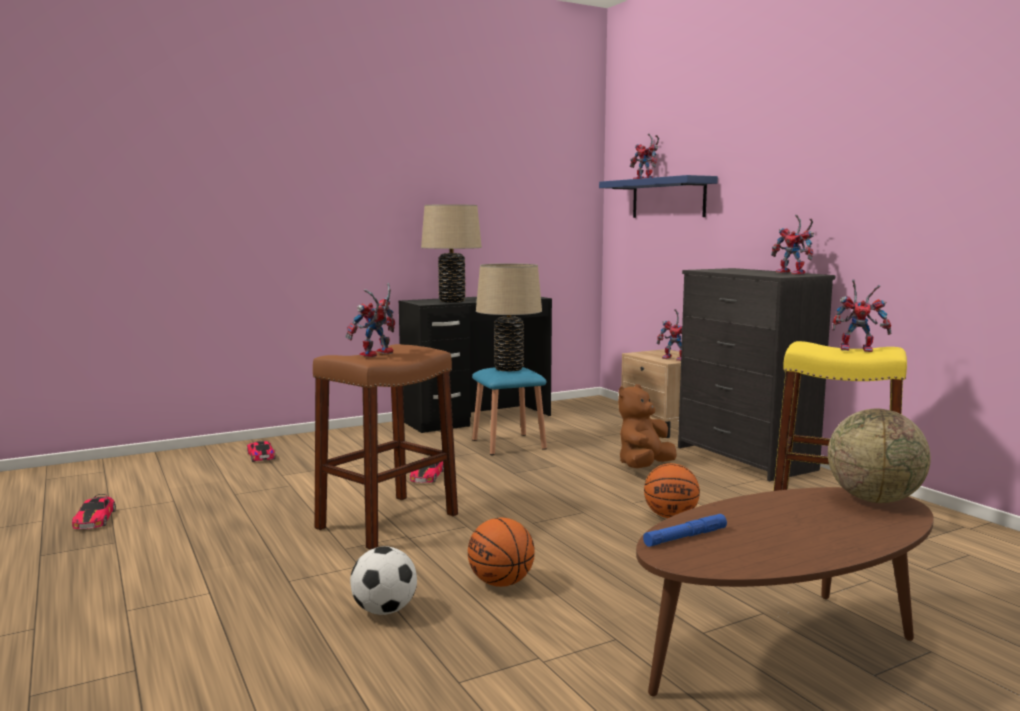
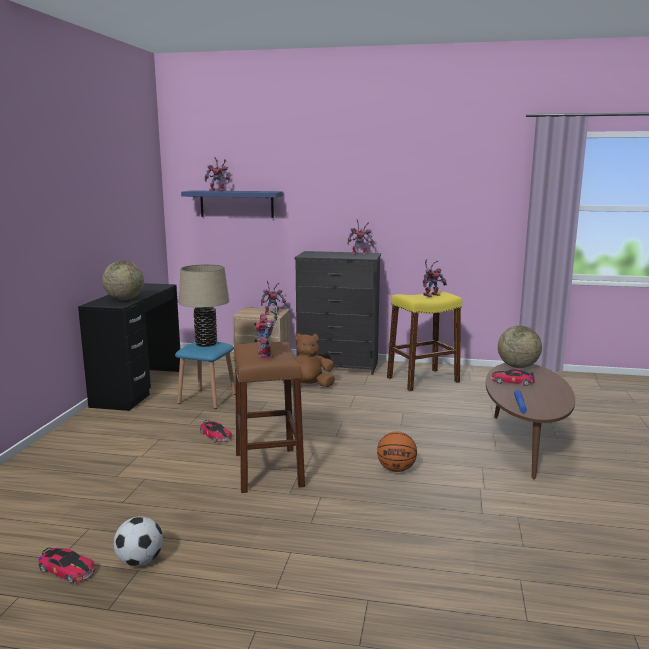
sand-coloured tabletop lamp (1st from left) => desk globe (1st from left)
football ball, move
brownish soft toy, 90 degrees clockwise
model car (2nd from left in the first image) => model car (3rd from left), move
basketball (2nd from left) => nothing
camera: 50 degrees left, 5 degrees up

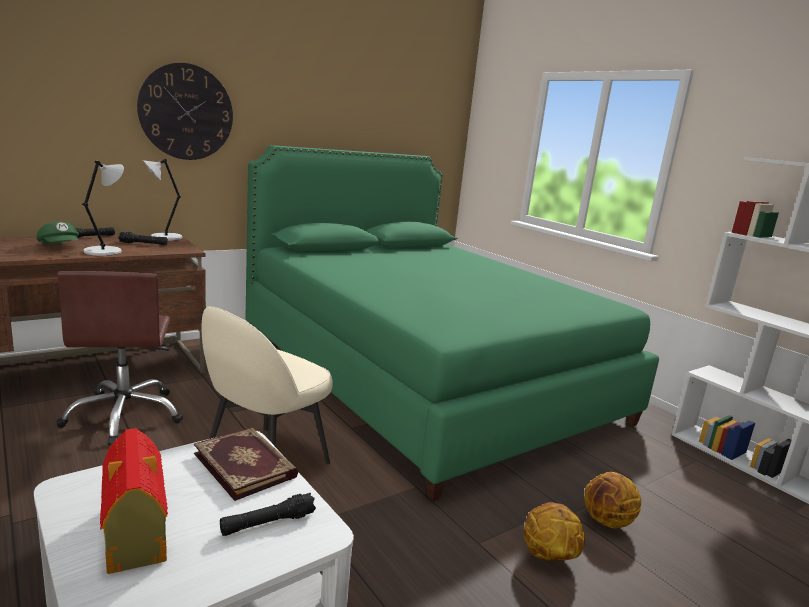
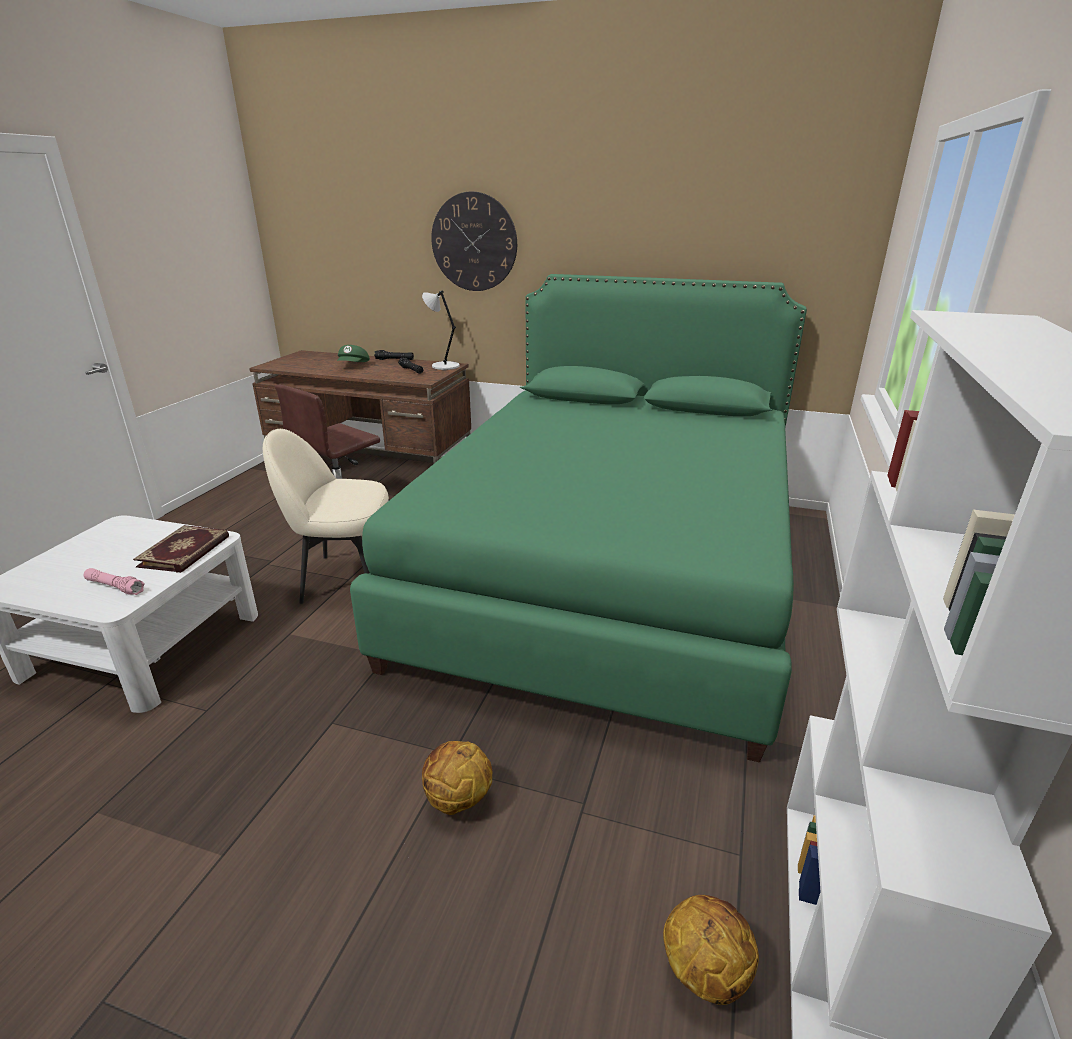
black-coloured torch (3rd from left) => pink torch
basketball (1st from left in the first image) => basketball (2nd from left), move
greyish tabletop lamp (1st from left) => nothing
toy house => nothing
camera: 55 degrees right, 10 degrees up

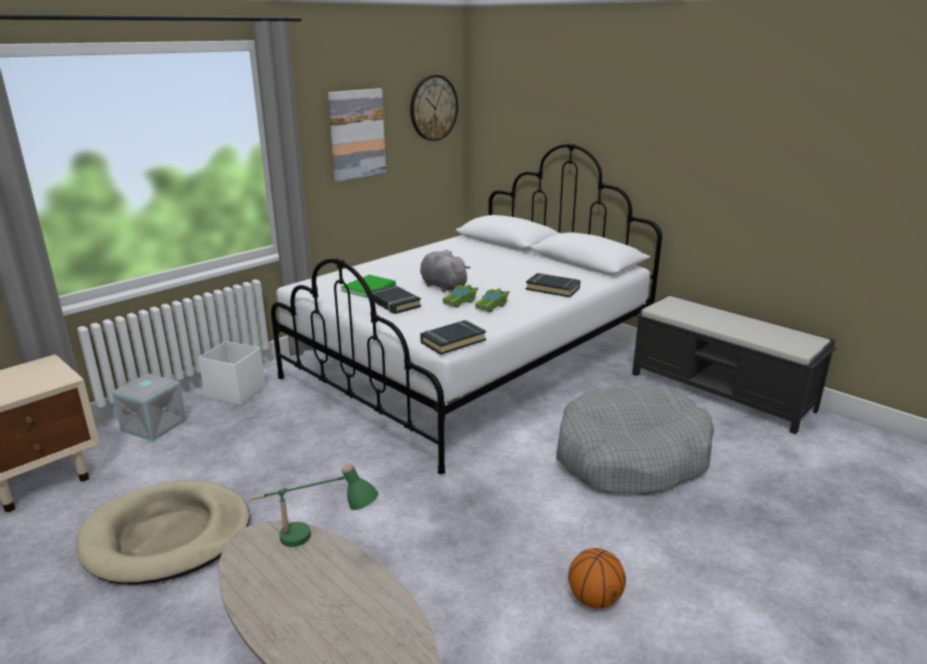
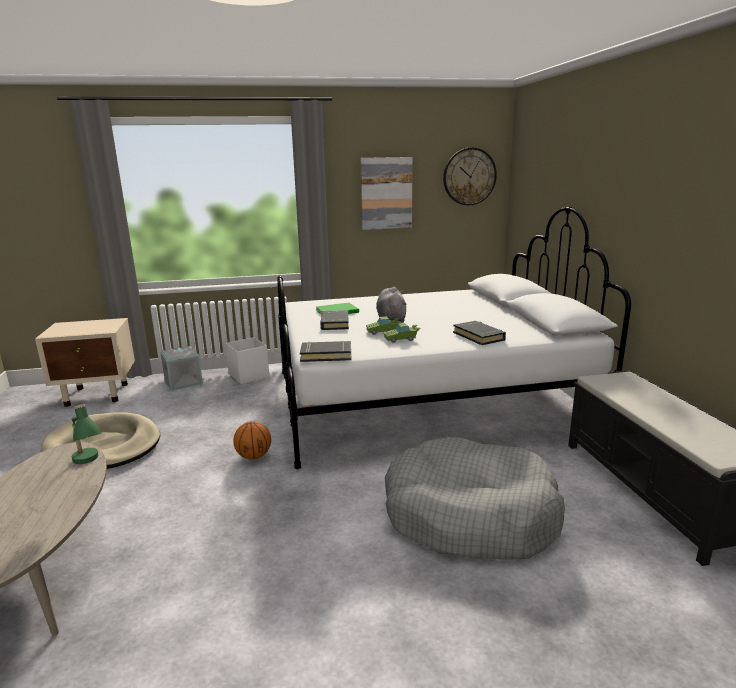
basketball, move
camera: 35 degrees right, 5 degrees down

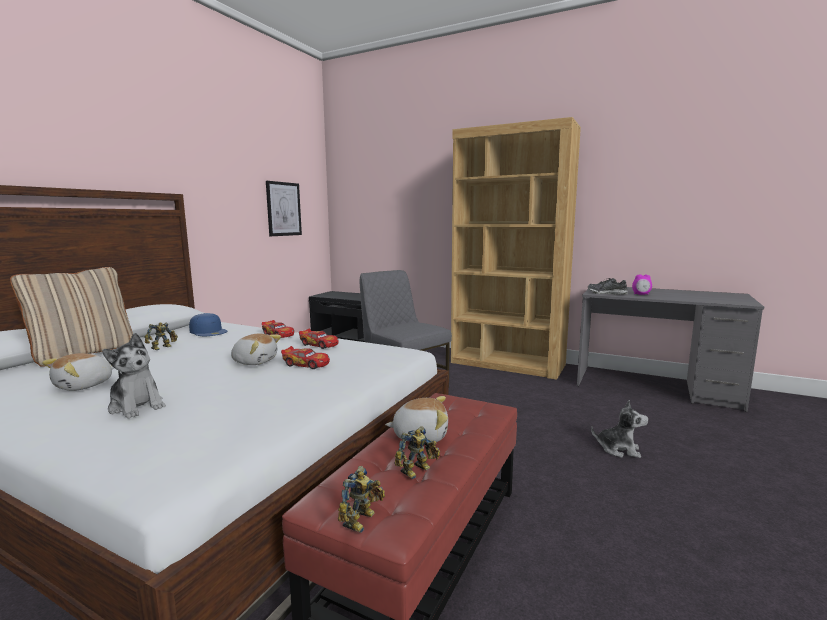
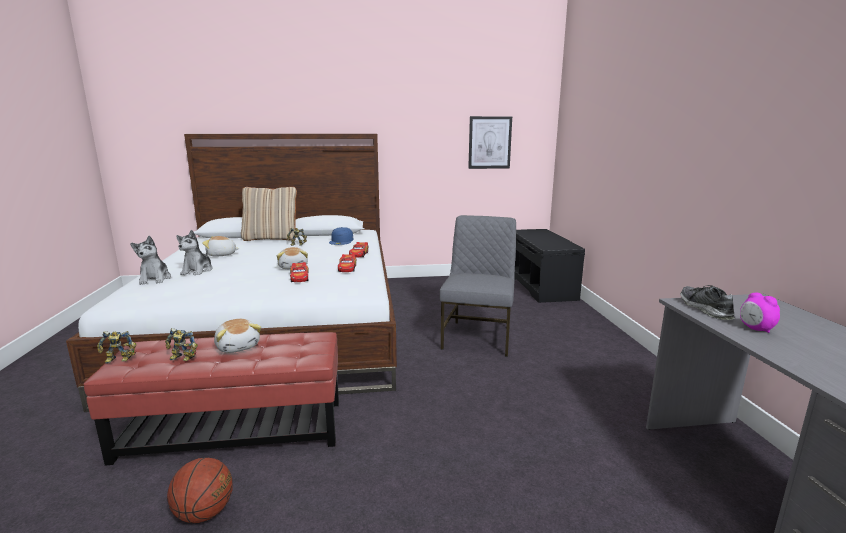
soft toy (5th from left in the first image) => soft toy (1st from left), move
nothing => basketball
brownish bookshelf => nothing
camera: 55 degrees right, 5 degrees up

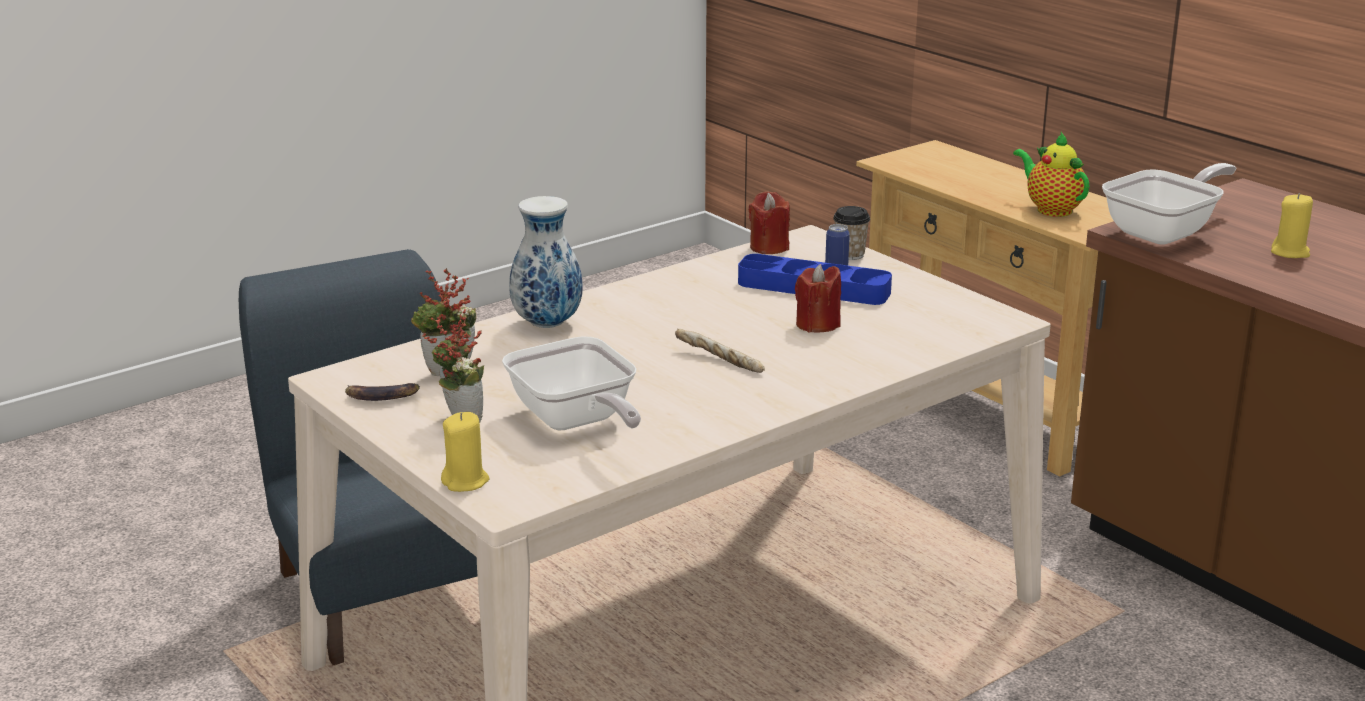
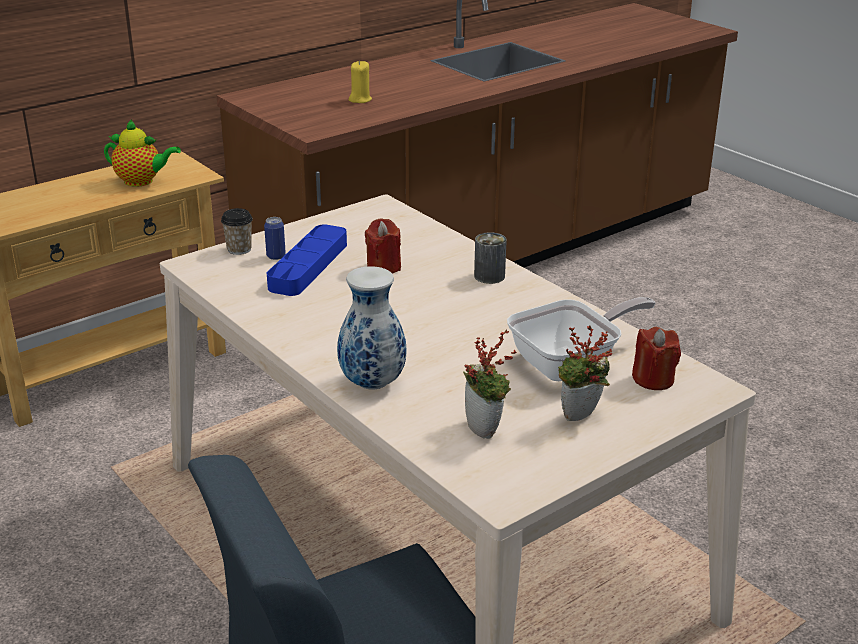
teapot, 135 degrees counterclockwise
nothing => metal can (2nd from left)
red-coloured candle (1st from left in the first image) => red-coloured candle (2nd from left), move
banana fruit => nothing
yellow candle (1st from left) => nothing
bread => nothing
frying pan (2nd from left) => nothing
camera: 90 degrees left, 5 degrees up

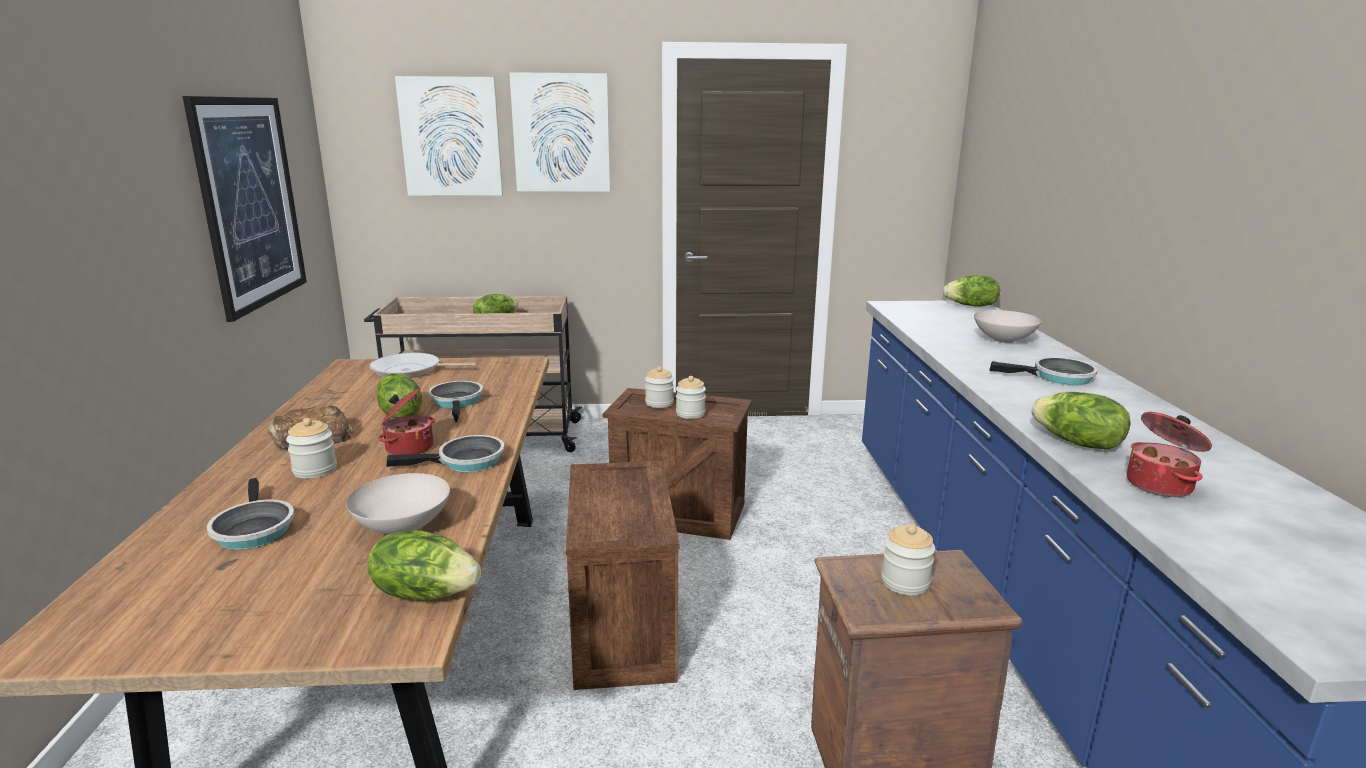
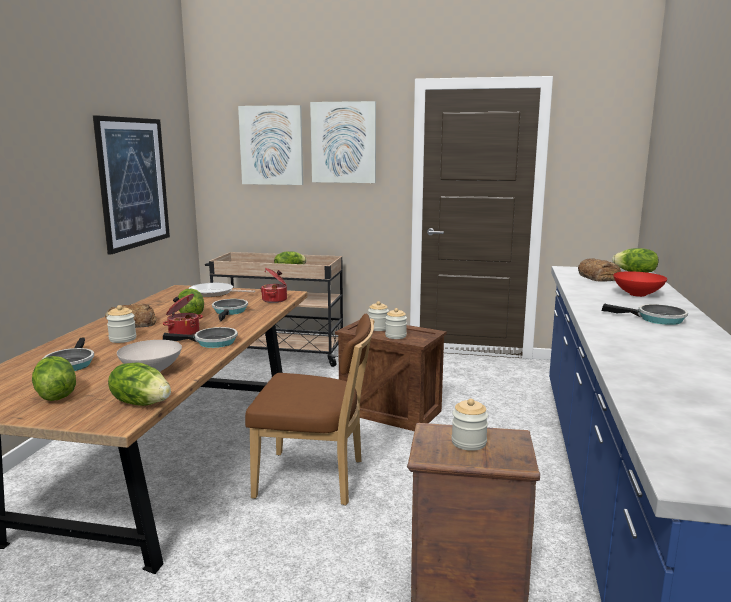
head of lettuce (5th from left in the first image) => head of lettuce (1st from left), move
packing crate (1st from left) => brownish plain chair
cooking pot (2nd from left), move
nothing => bread (2nd from left)
white bowl (2nd from left) => red-coloured bowl
camera: 15 degrees right, 5 degrees down

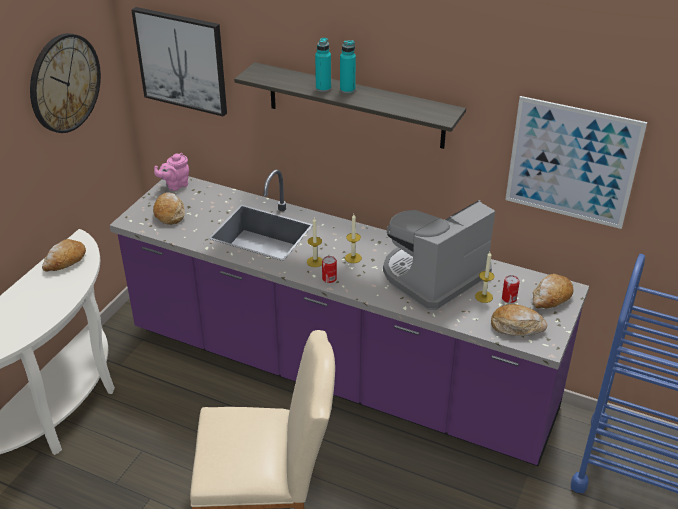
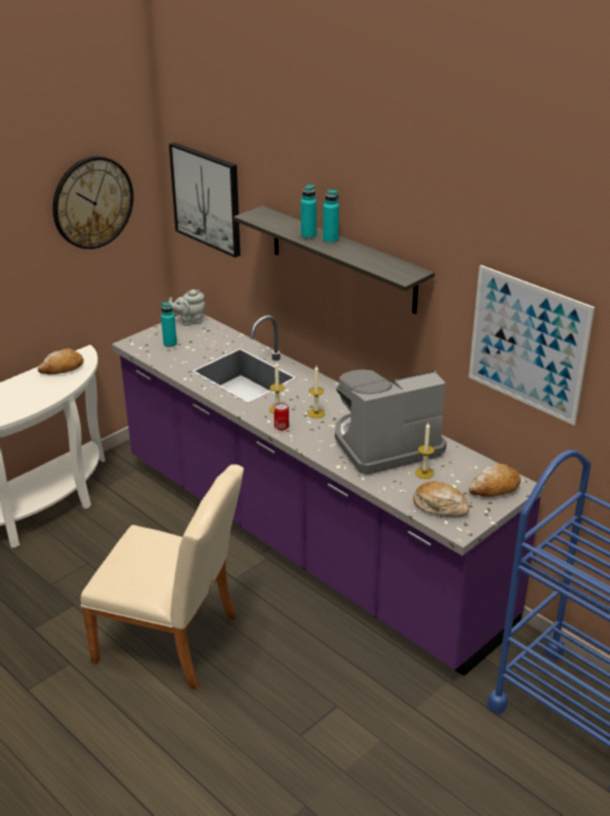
bread (2nd from left) => blue-green drink bottle (1st from left)
pink teapot => greyish teapot
metal can (2nd from left) => nothing
camera: 20 degrees right, 5 degrees down

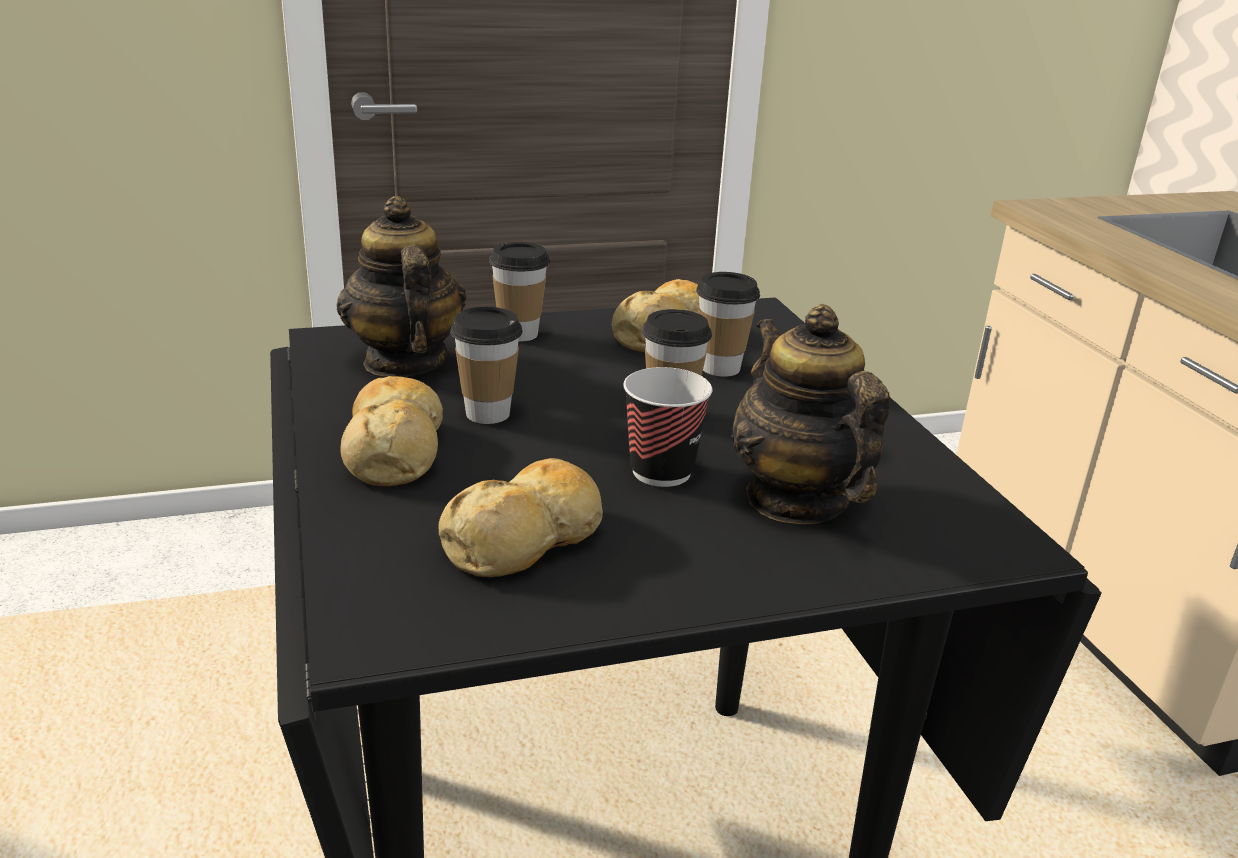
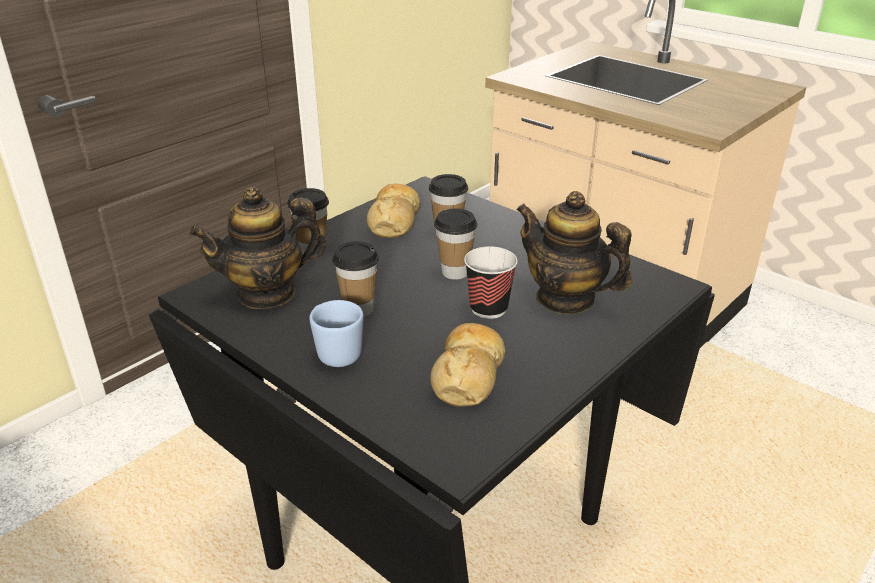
teapot (1st from left), 60 degrees counterclockwise
bread (1st from left) => bluish tea mug
camera: 30 degrees left, 5 degrees up

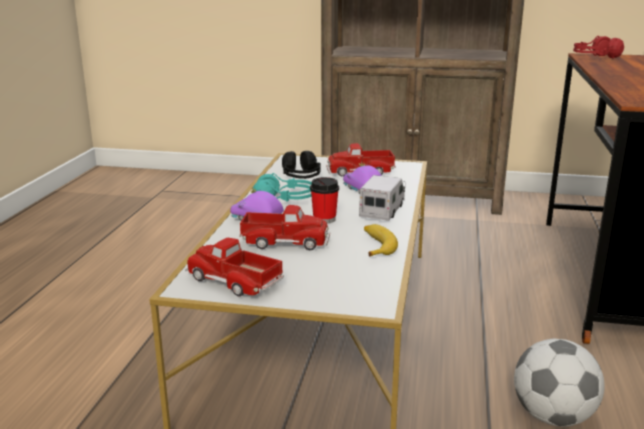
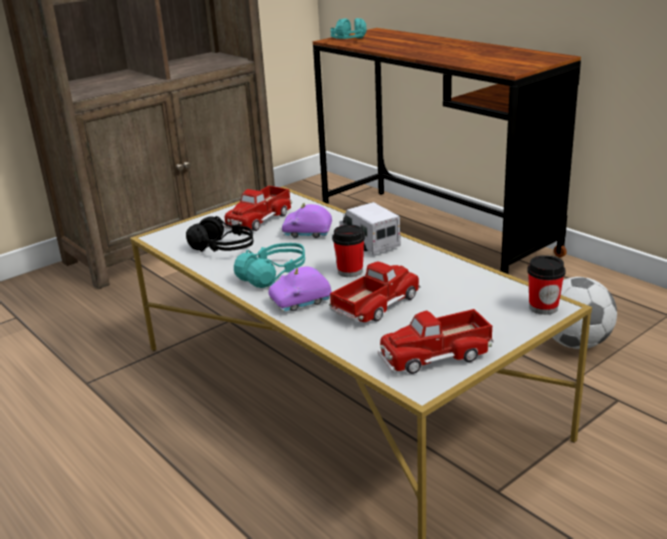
red-coloured headset => blue-green headset (2nd from left)
nothing => cup (2nd from left)
banana fruit => nothing
camera: 50 degrees left, 5 degrees up

